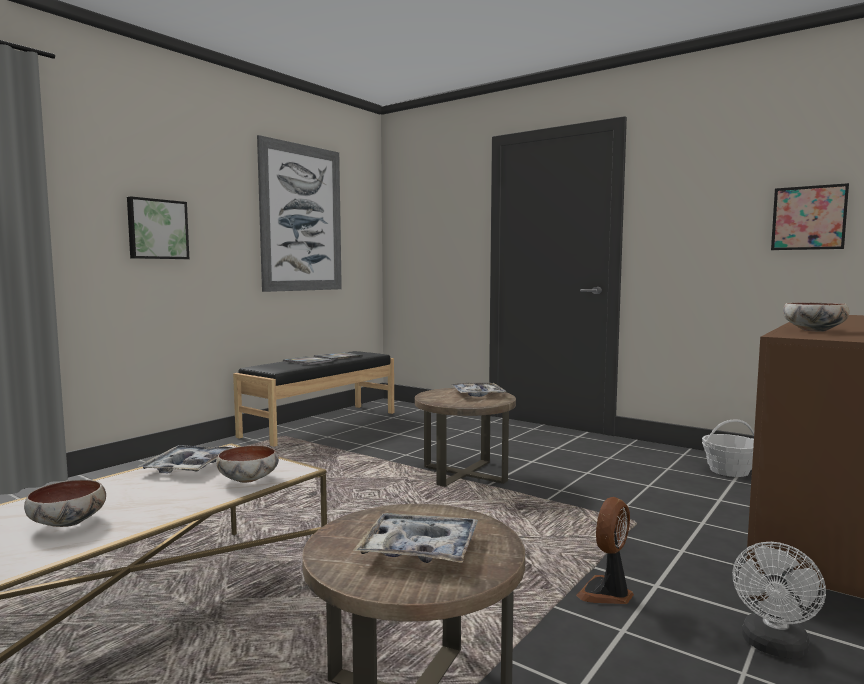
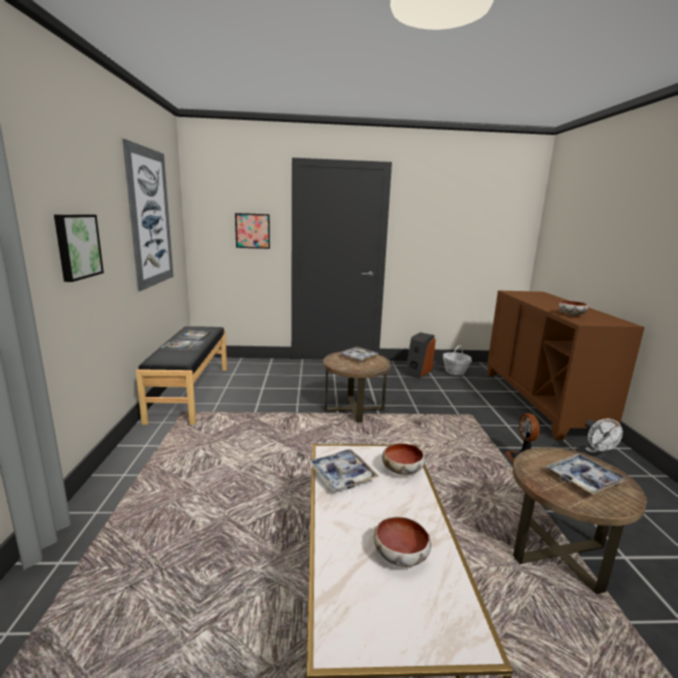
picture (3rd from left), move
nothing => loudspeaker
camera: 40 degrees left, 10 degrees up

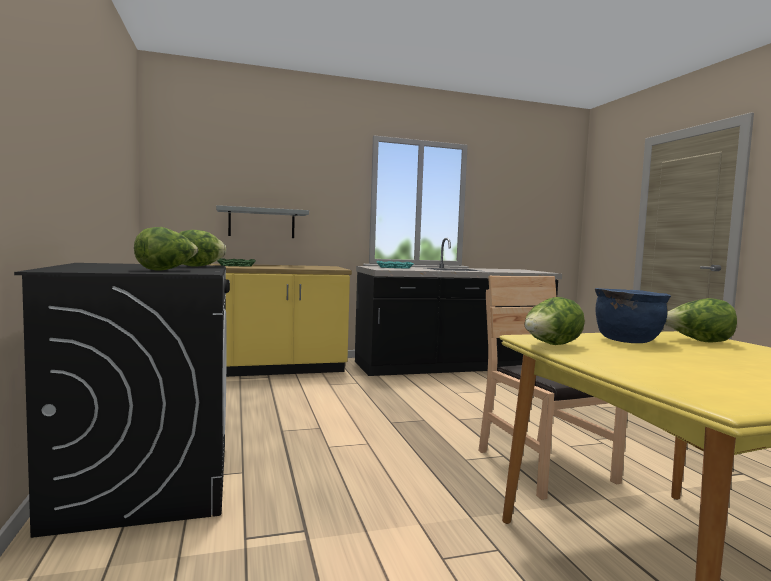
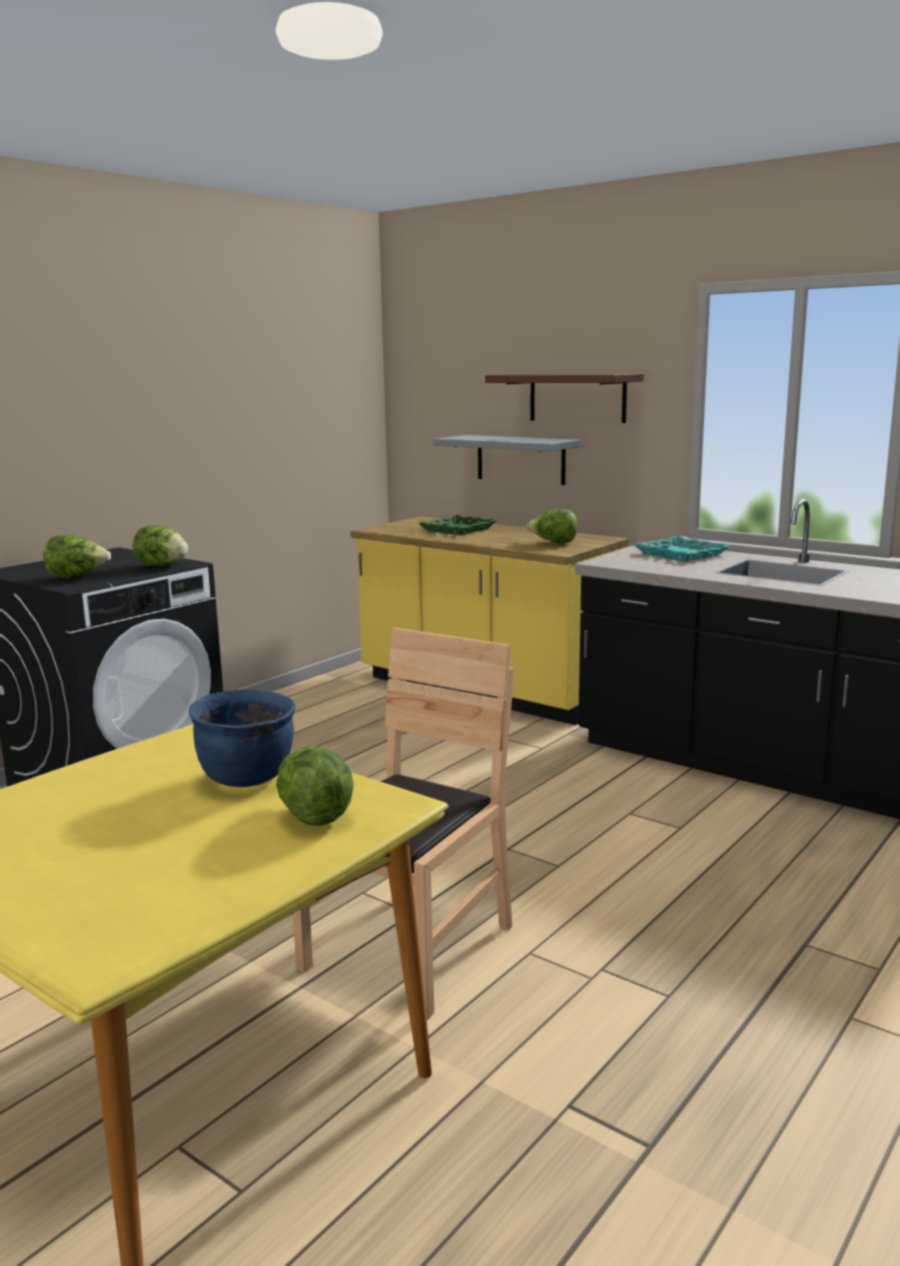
nothing => brownish bracket shelf
head of lettuce (3rd from left in the first image) => head of lettuce (4th from left), move
camera: 55 degrees right, 10 degrees up

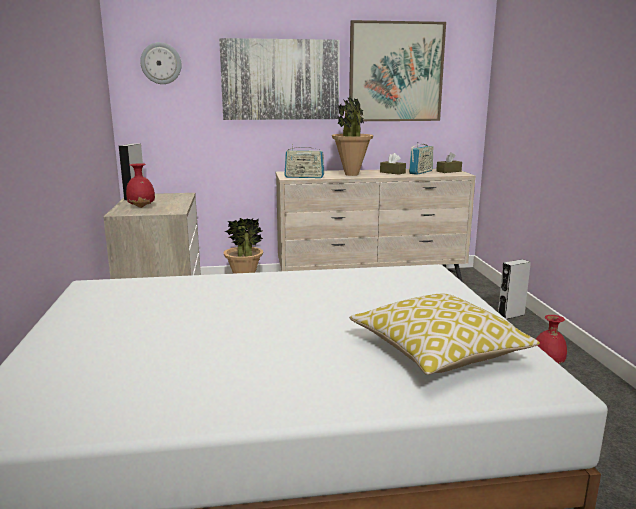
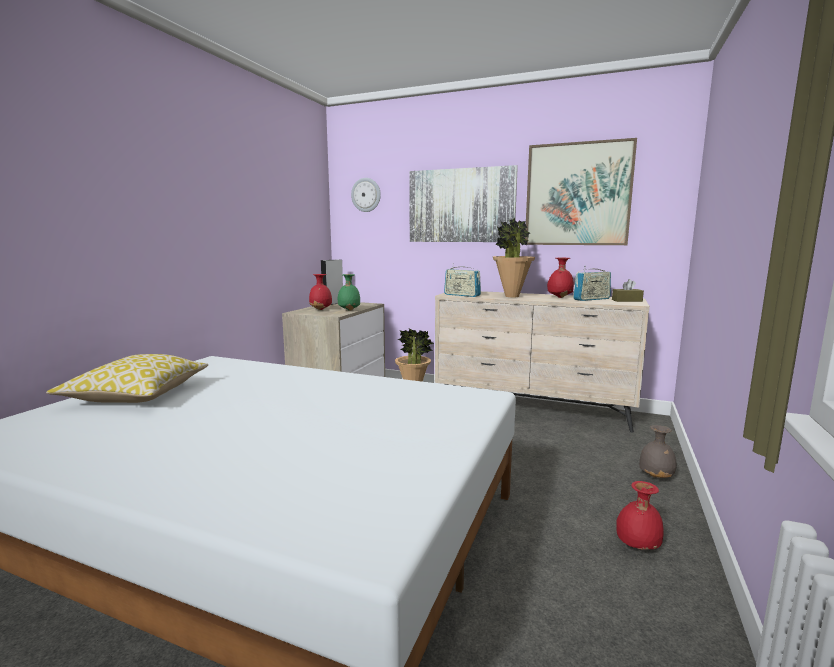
cushion, move
nothing => greenish decorative vase
brownish tissue holder (1st from left) => red-coloured decorative vase (2nd from left)
greyish loudspeaker (2nd from left) => greyish decorative vase
camera: 30 degrees right, 5 degrees down

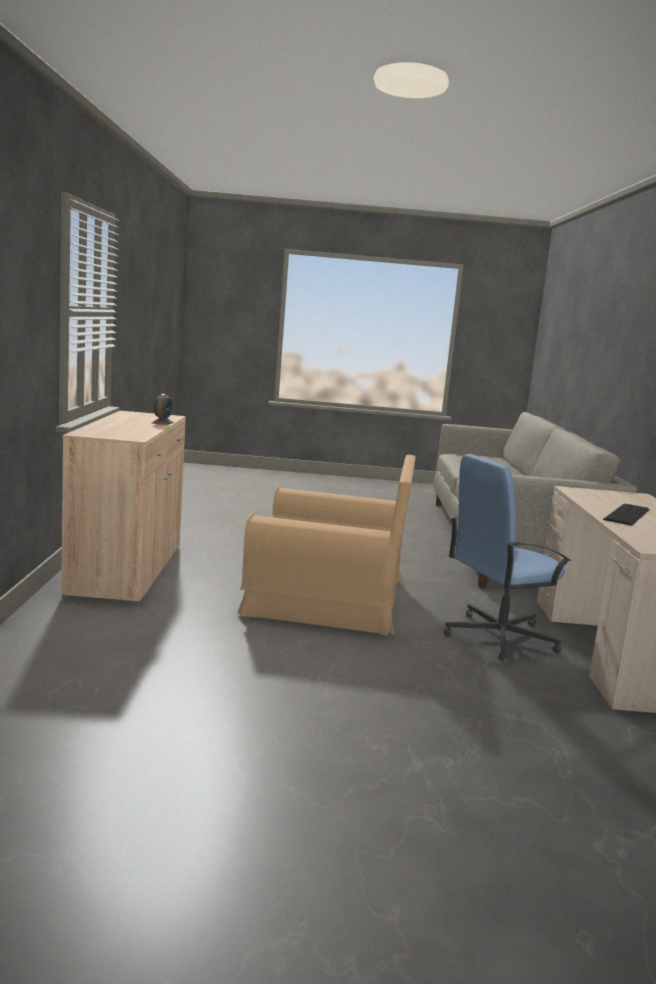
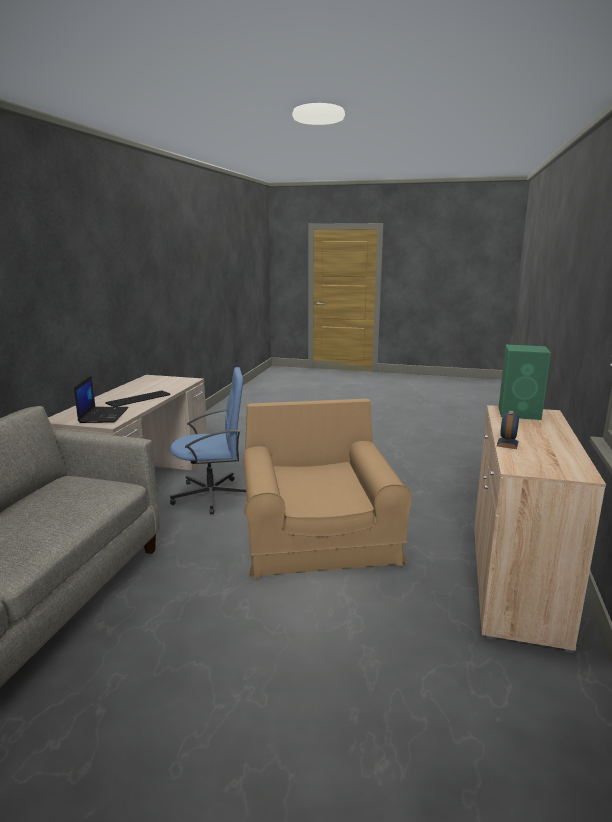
nothing => laptop
brownish armchair, 60 degrees clockwise
nothing => greenish loudspeaker
camera: 165 degrees left, 5 degrees up

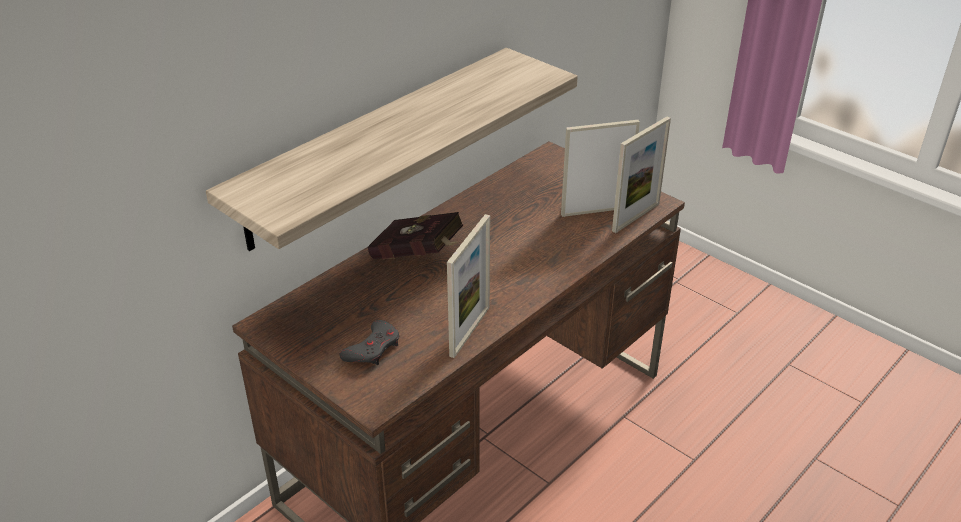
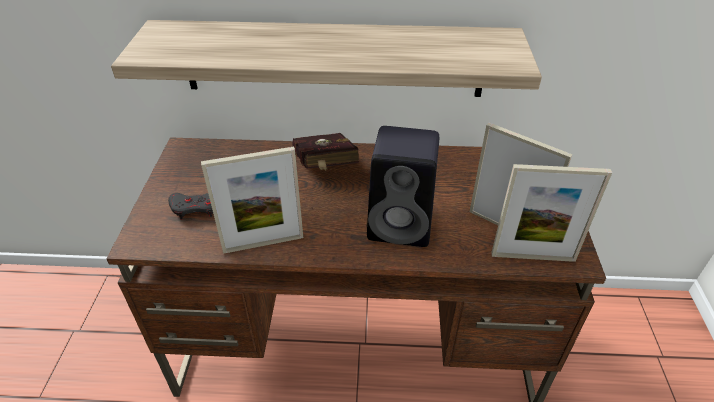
nothing => black-coloured loudspeaker
camera: 50 degrees right, 5 degrees up

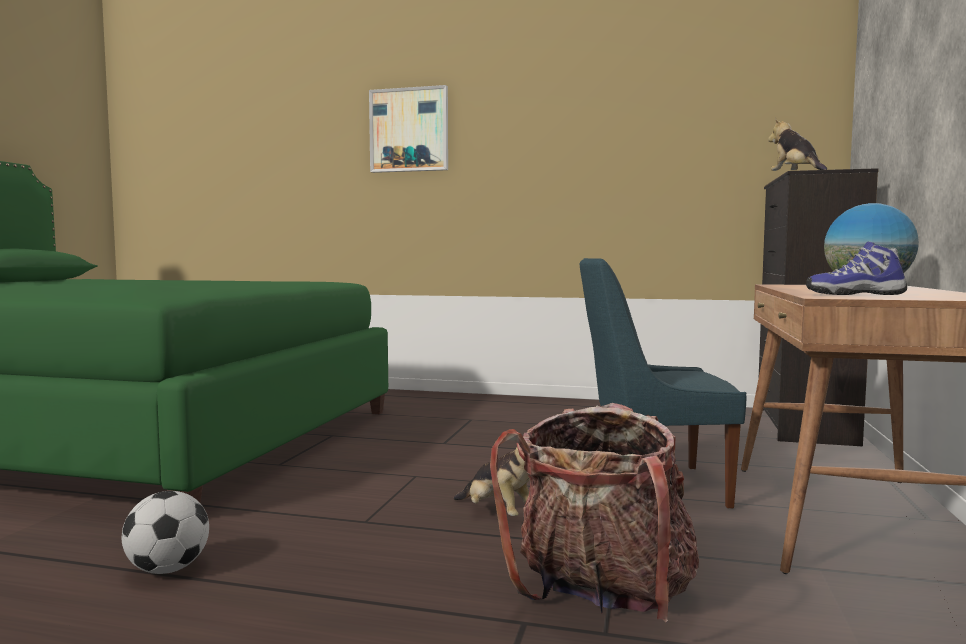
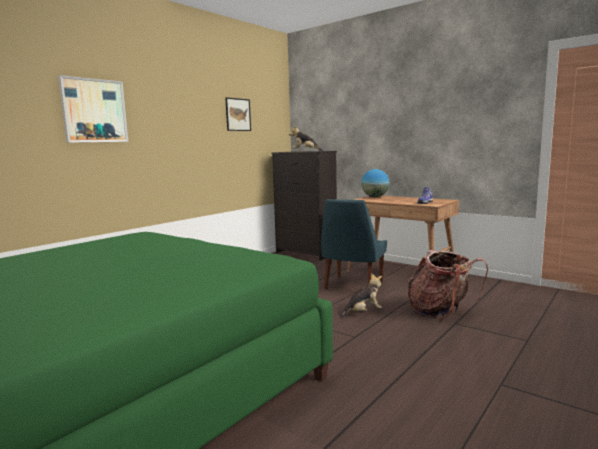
nothing => picture (2nd from left)
football ball => nothing
camera: 65 degrees left, 5 degrees up

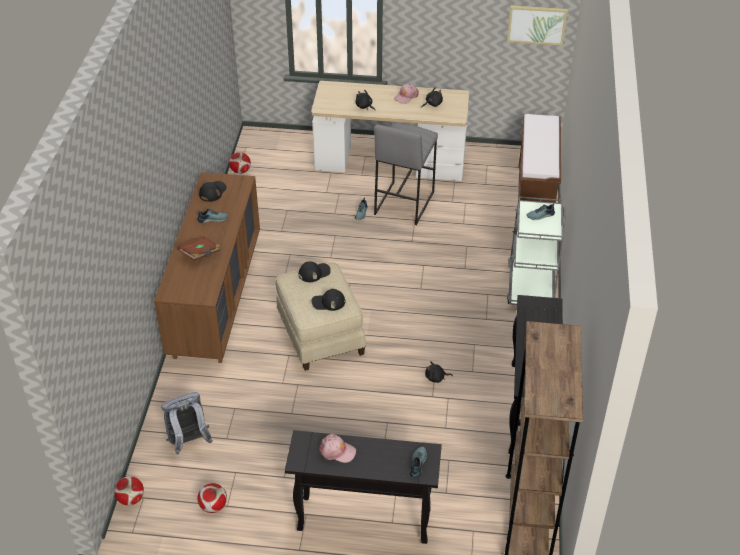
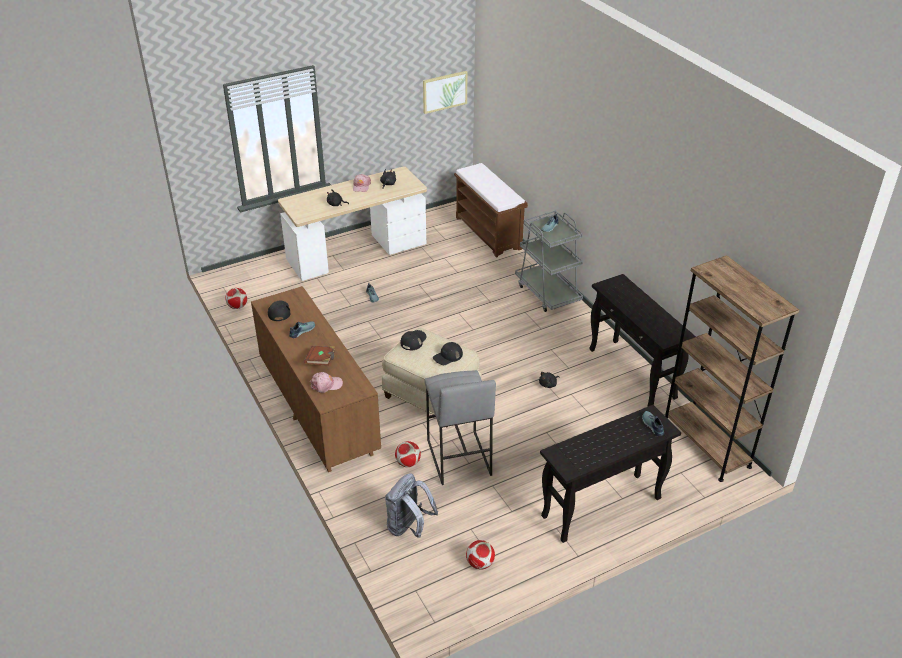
pink cap (1st from left), move
football ball (1st from left in the first image) => football ball (2nd from left), move
greyish stool seat, move
camera: 35 degrees left, 5 degrees down

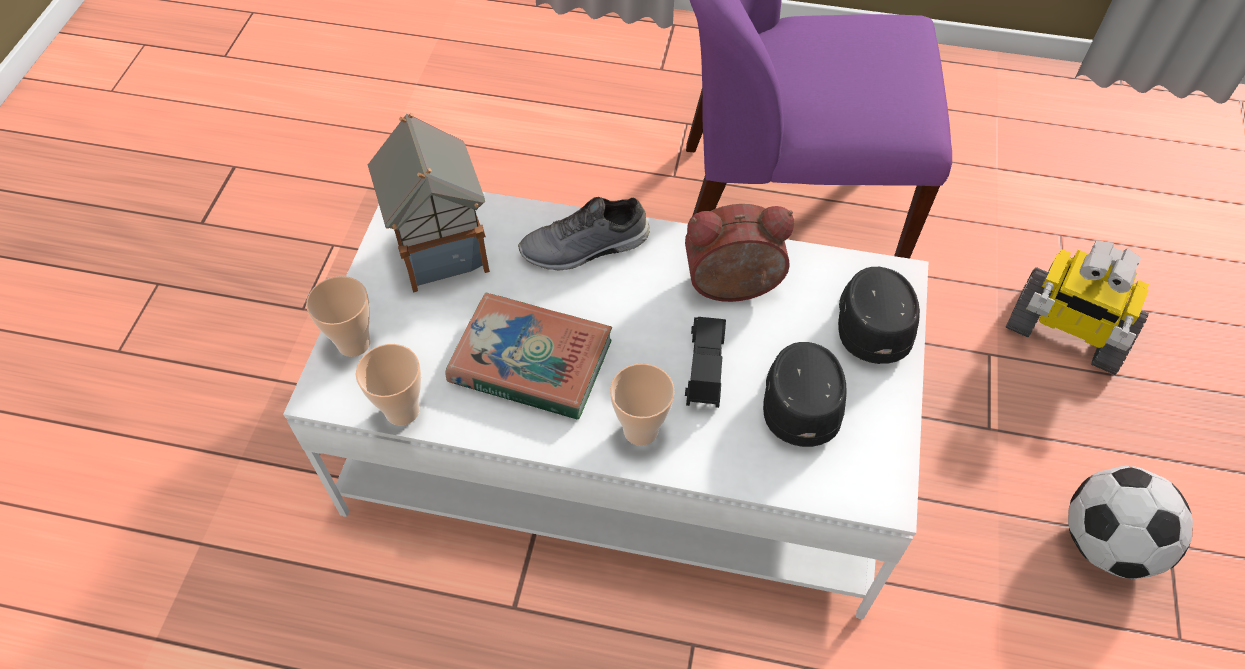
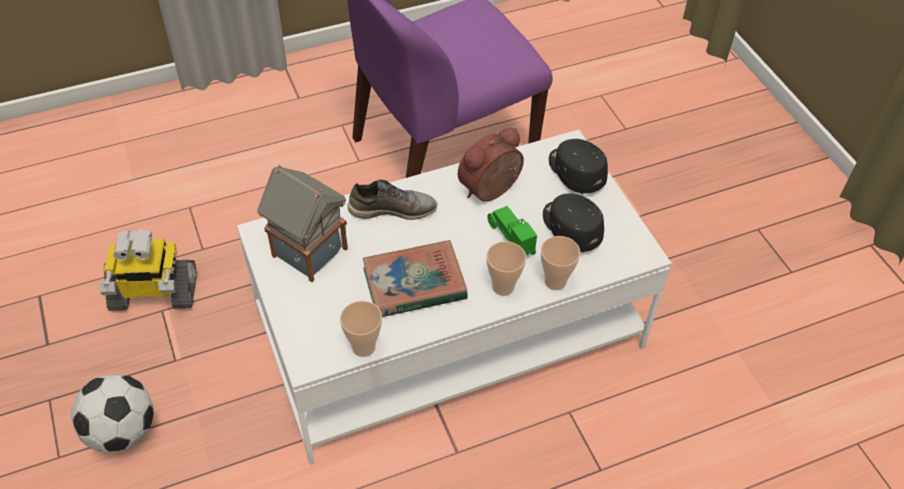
football ball, move
robot figure, move
greyish low shoe, 135 degrees counterclockwise
black-coloured model car => greenish model car
cup (1st from left in the first image) => cup (3rd from left), move
camera: 35 degrees left, 5 degrees down

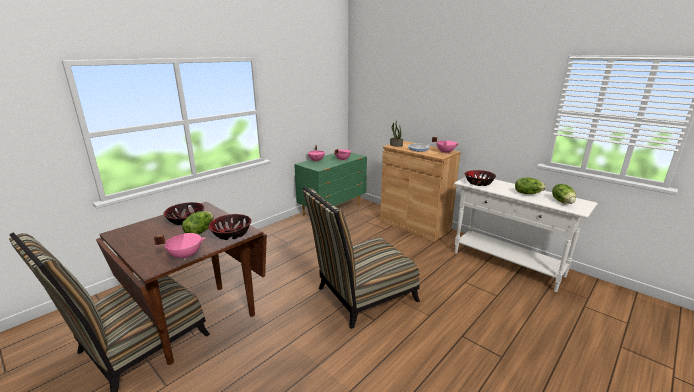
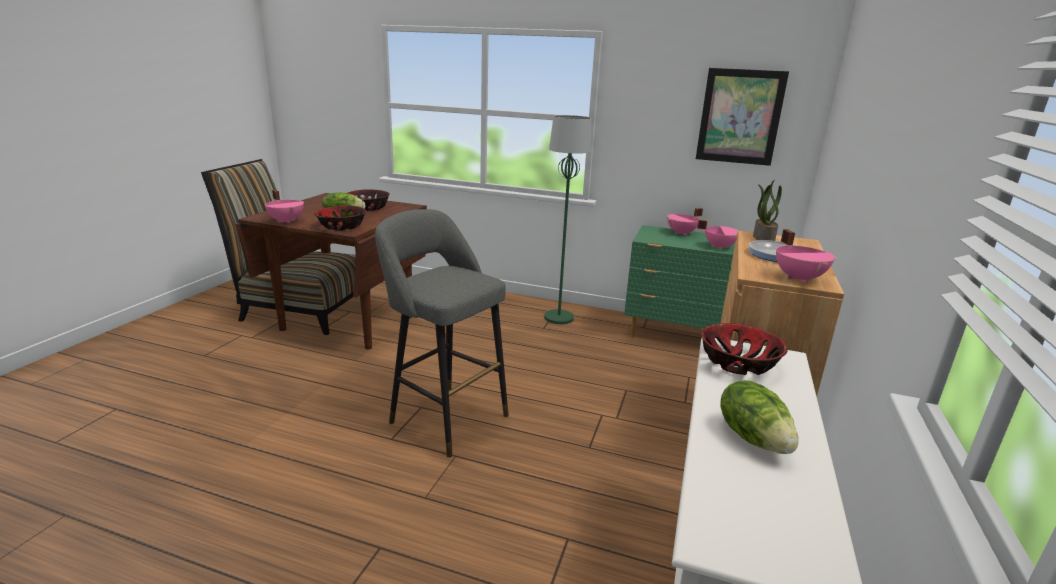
plain chair (2nd from left) => greyish stool seat
nothing => greenish floor lamp
nothing => picture
head of lettuce (3rd from left) => nothing
camera: 65 degrees right, 0 degrees up

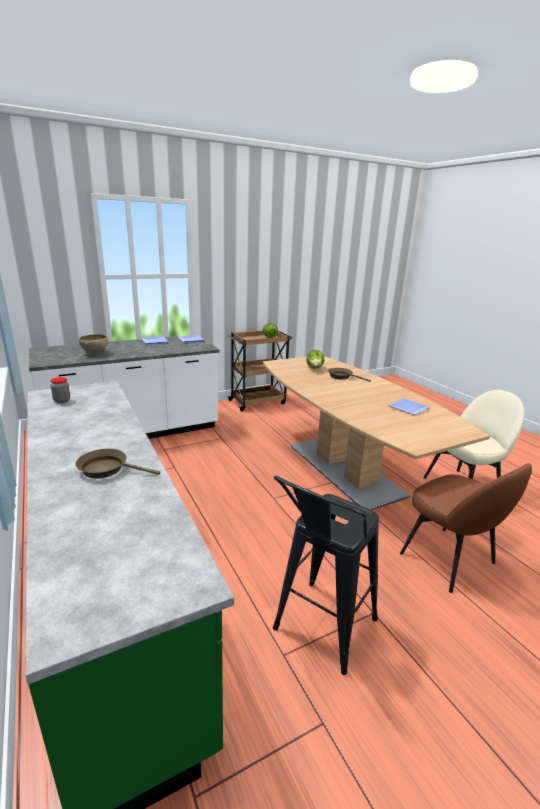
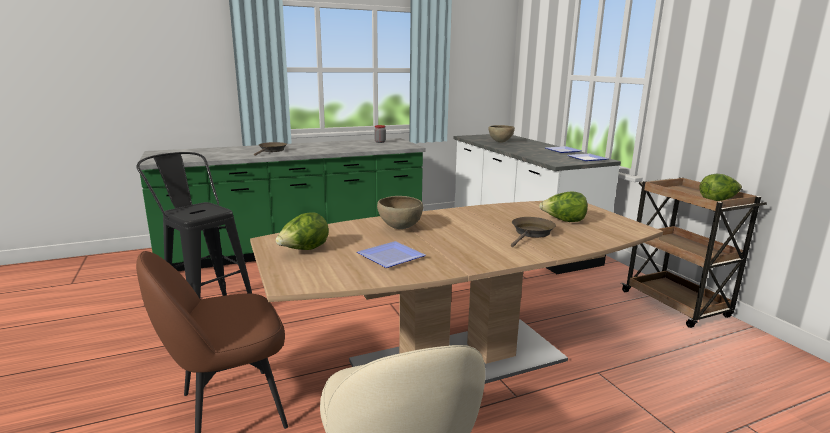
nothing => head of lettuce (1st from left)
nothing => brownish bowl (1st from left)
camera: 95 degrees right, 5 degrees down

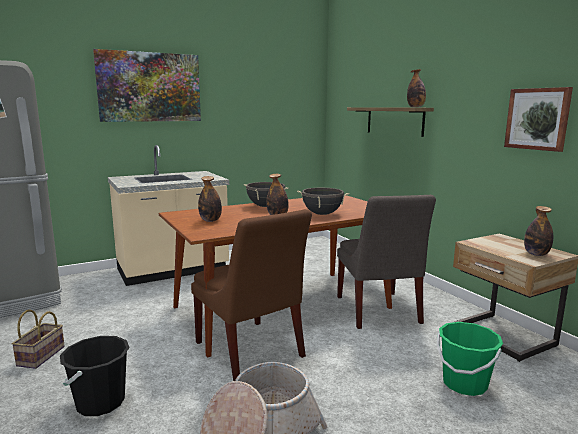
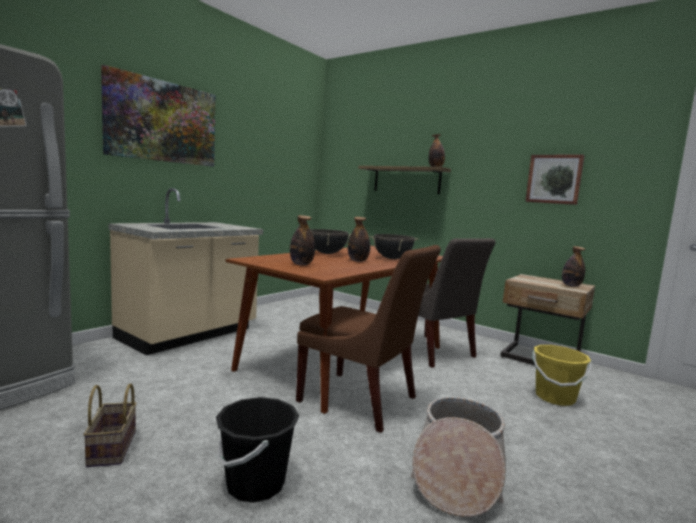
greenish water bucket => yellow water bucket
camera: 25 degrees left, 5 degrees down

